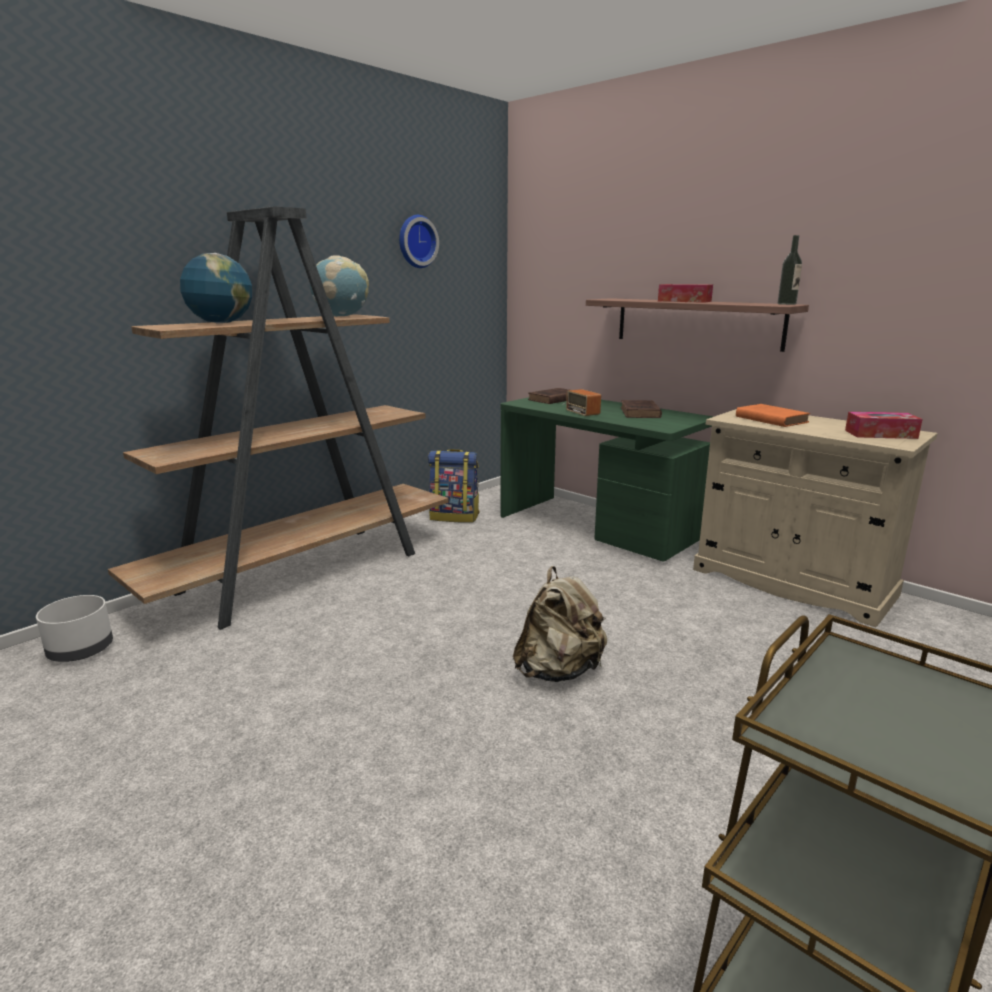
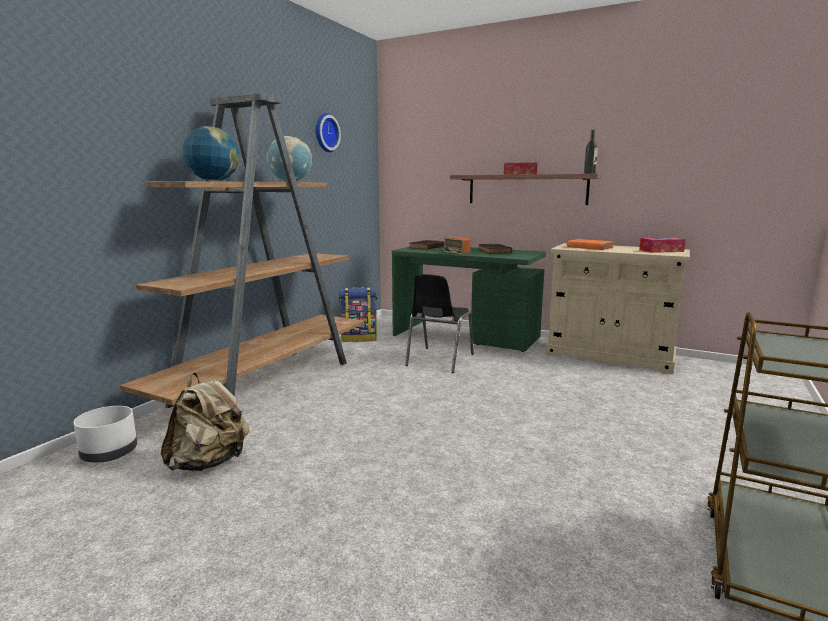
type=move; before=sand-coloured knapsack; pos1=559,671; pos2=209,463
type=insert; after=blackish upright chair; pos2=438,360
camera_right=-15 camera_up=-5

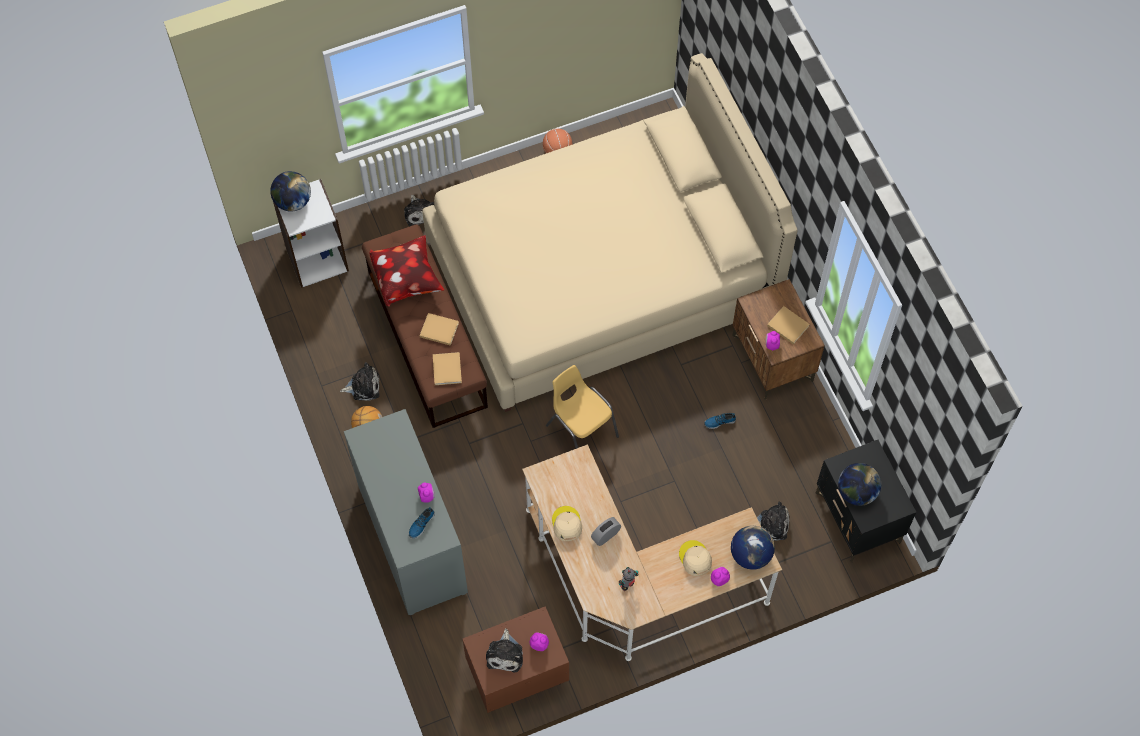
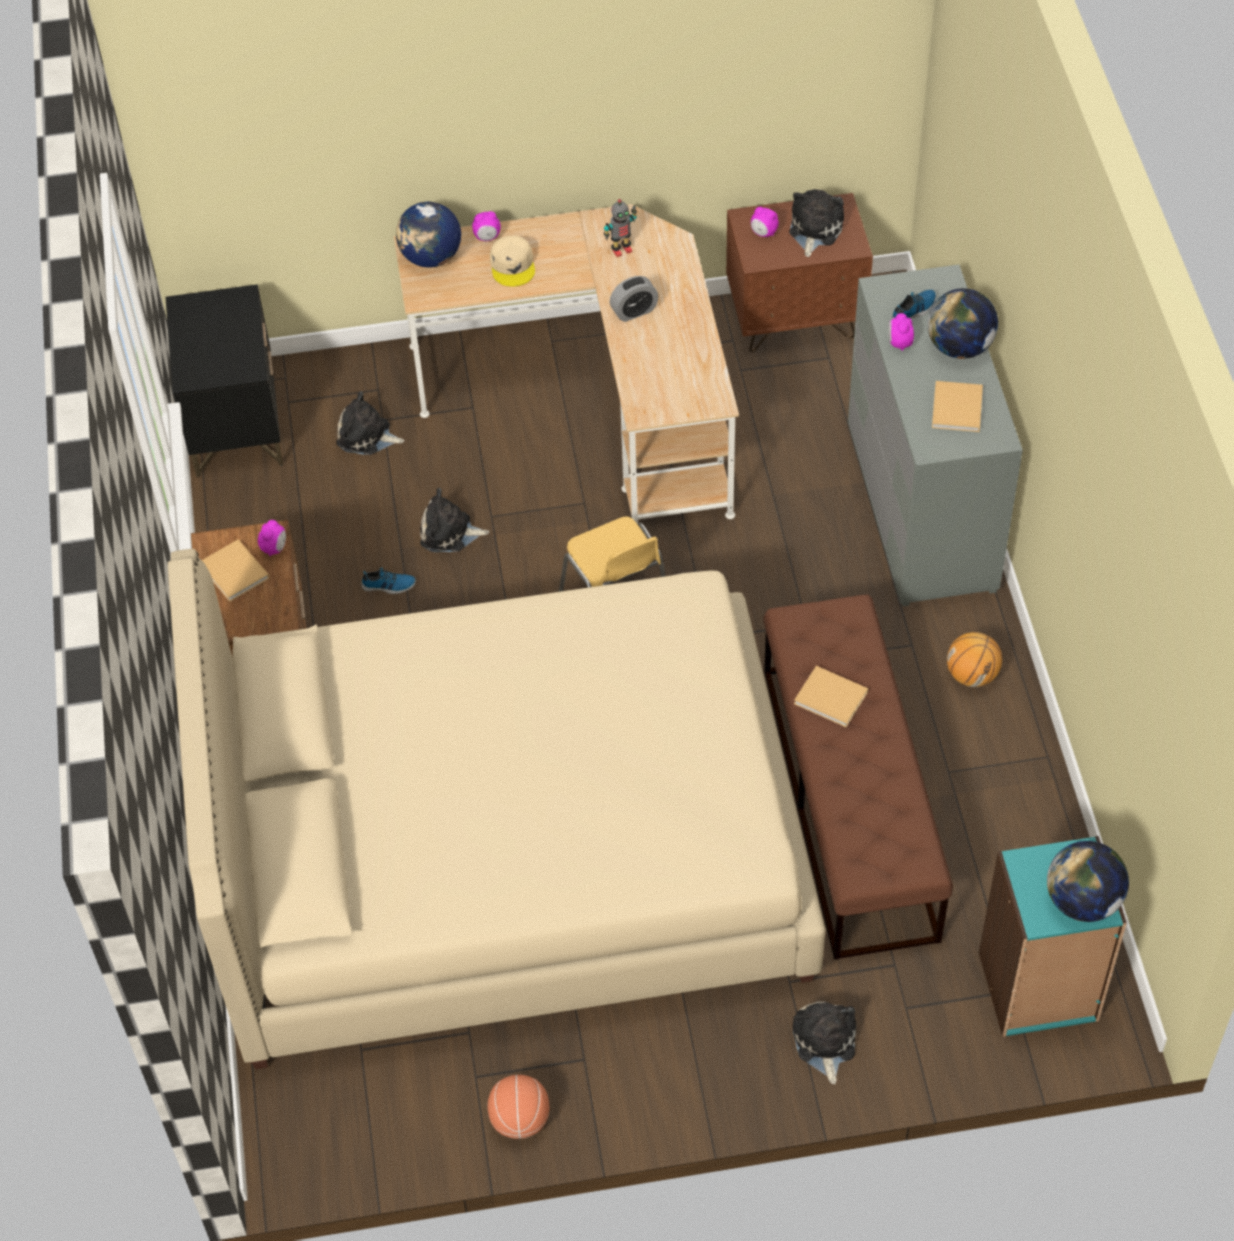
type=move; before=plush toy; pos1=363,386; pos2=449,533
type=move; before=world globe; pos1=856,492; pos2=959,347
type=move; before=sand-coloured bound book; pos1=447,368; pos2=957,410
type=recolor; before=white-coloured bookcase; after=turquoise-coloured bookcase; pos1=317,259; pos2=1038,988
type=delete; before=pillow; pos1=407,279
type=delete; before=sand-coloured peaked cap; pos1=566,524
camera_right=-165 camera_up=-10

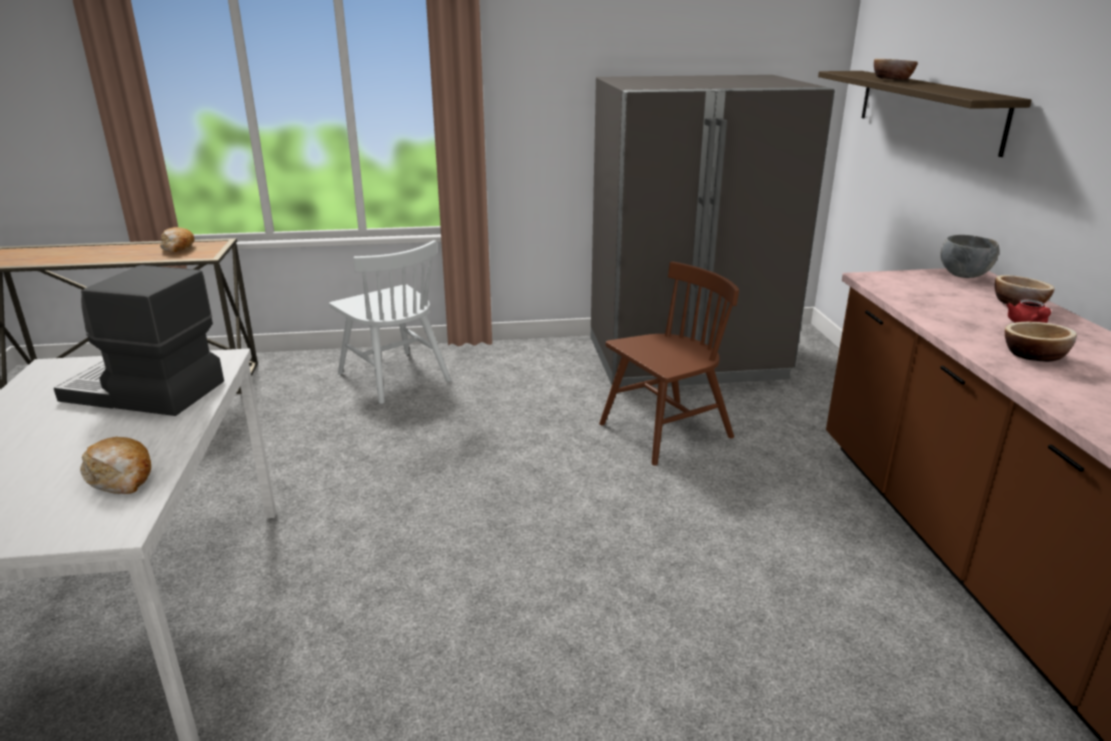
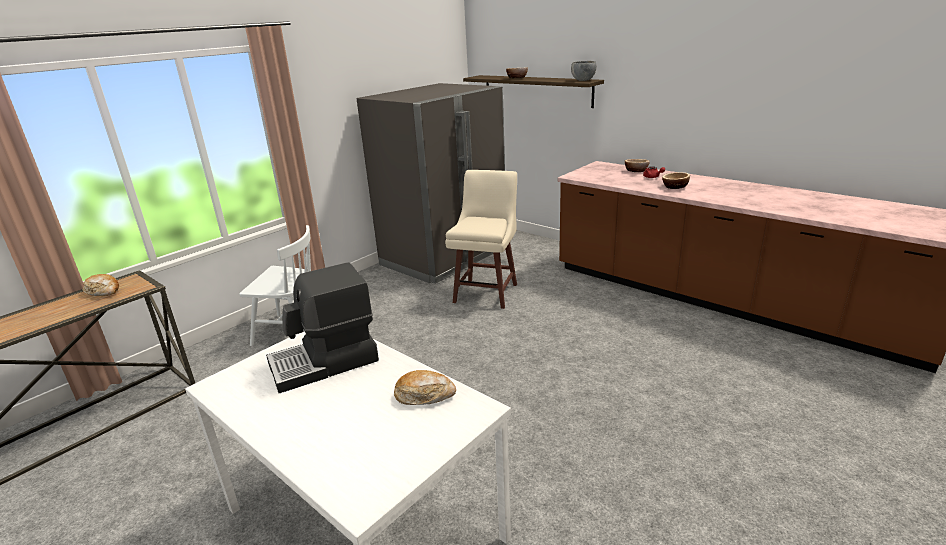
type=replace; before=brown upright chair; after=sand-coloured sitting stool; pos1=665,431; pos2=487,292
type=move; before=greyish deep dish; pos1=963,275; pos2=582,80
camera_right=-40 camera_up=0

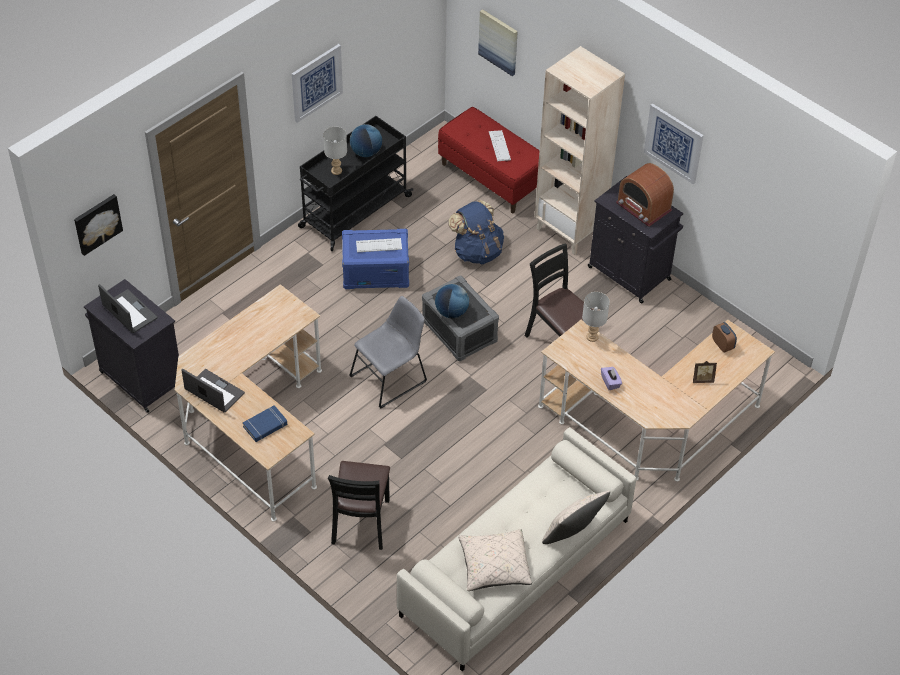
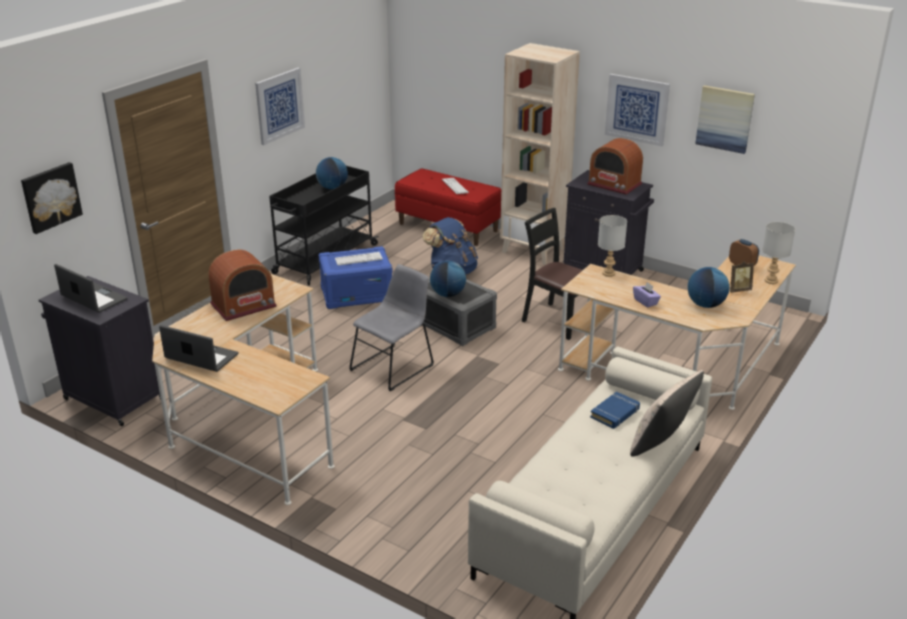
type=insert; after=radio set; pos2=243,305
type=move; before=blue-coloured bound book; pos1=265,426; pos2=615,413
type=insert; after=world globe; pos2=705,305
type=move; before=picture; pos1=498,42; pos2=725,119
type=move; before=greyish lamp for a table; pos1=337,171; pos2=771,280
type=delete; before=blackish upright chair; pos1=361,522
type=delete; before=sand-coloured pillow; pos1=494,567
camera_right=-10 camera_up=-20

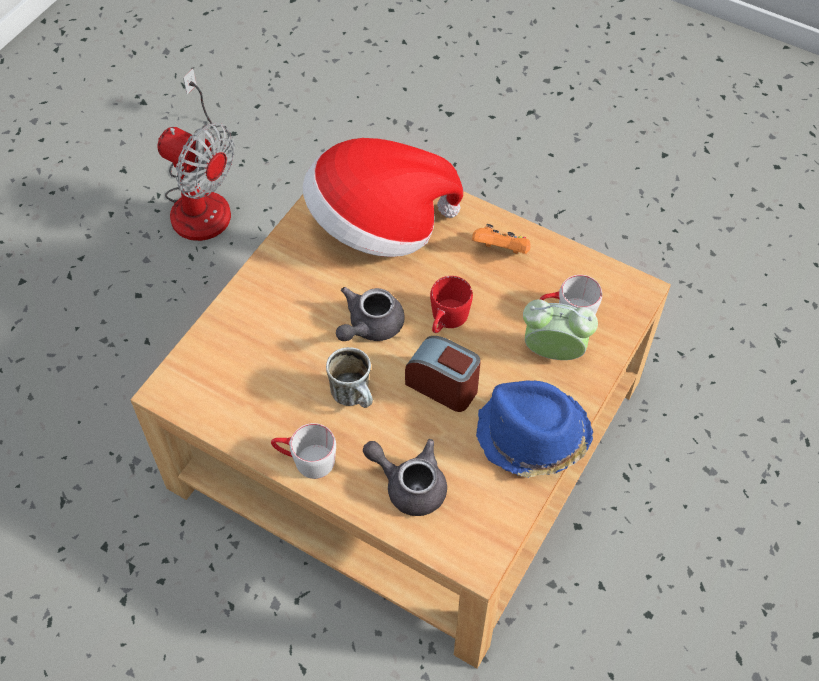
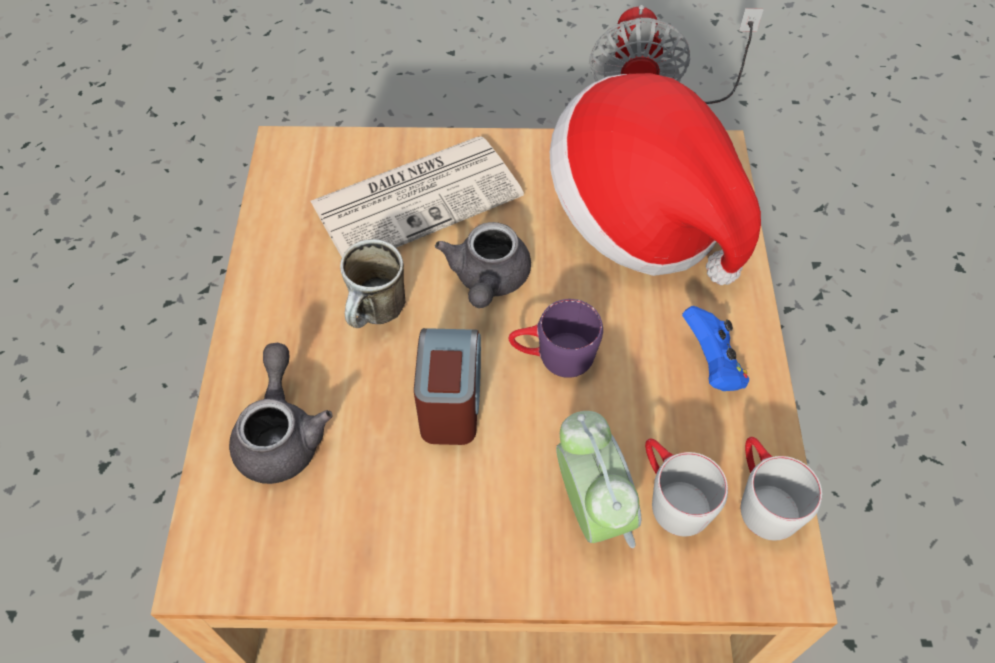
type=insert; after=printed paper; pos2=418,198
type=rotate; before=greyish pot for tea; pos1=369,326; pos2=488,280; turn=-90
type=recolor; before=red coffee mug; after=purple coffee mug; pos1=446,321; pos2=553,356
type=recolor; before=orange-coloured game controller; after=blue-coloured game controller; pos1=501,250; pos2=712,365
type=move; before=greyish coffee mug; pos1=305,460; pos2=761,499
type=delete; before=blue-coloured hat; pos1=531,436
camera_right=60 camera_up=0

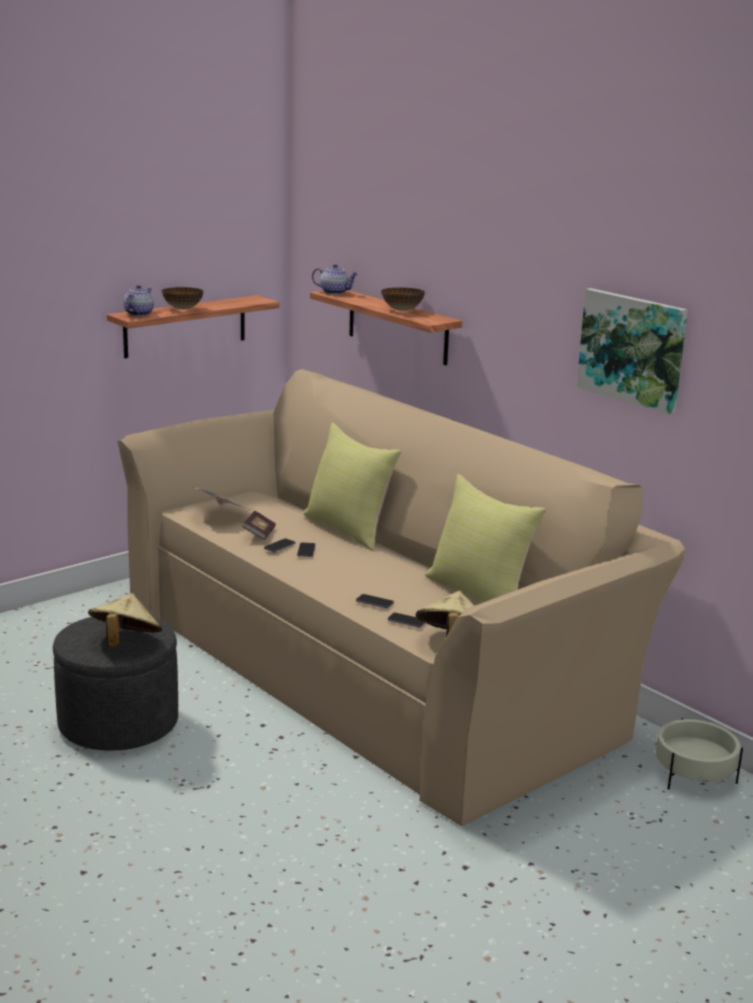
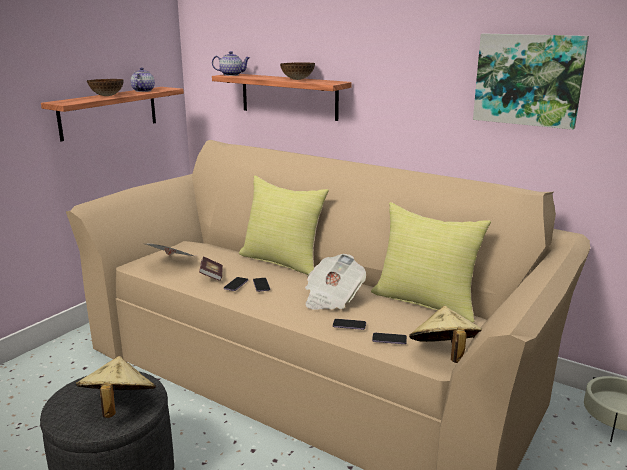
type=move; before=pot for tea; pos1=138,314; pos2=143,91
type=insert; after=printed paper; pos2=332,298
camera_right=-15 camera_up=0

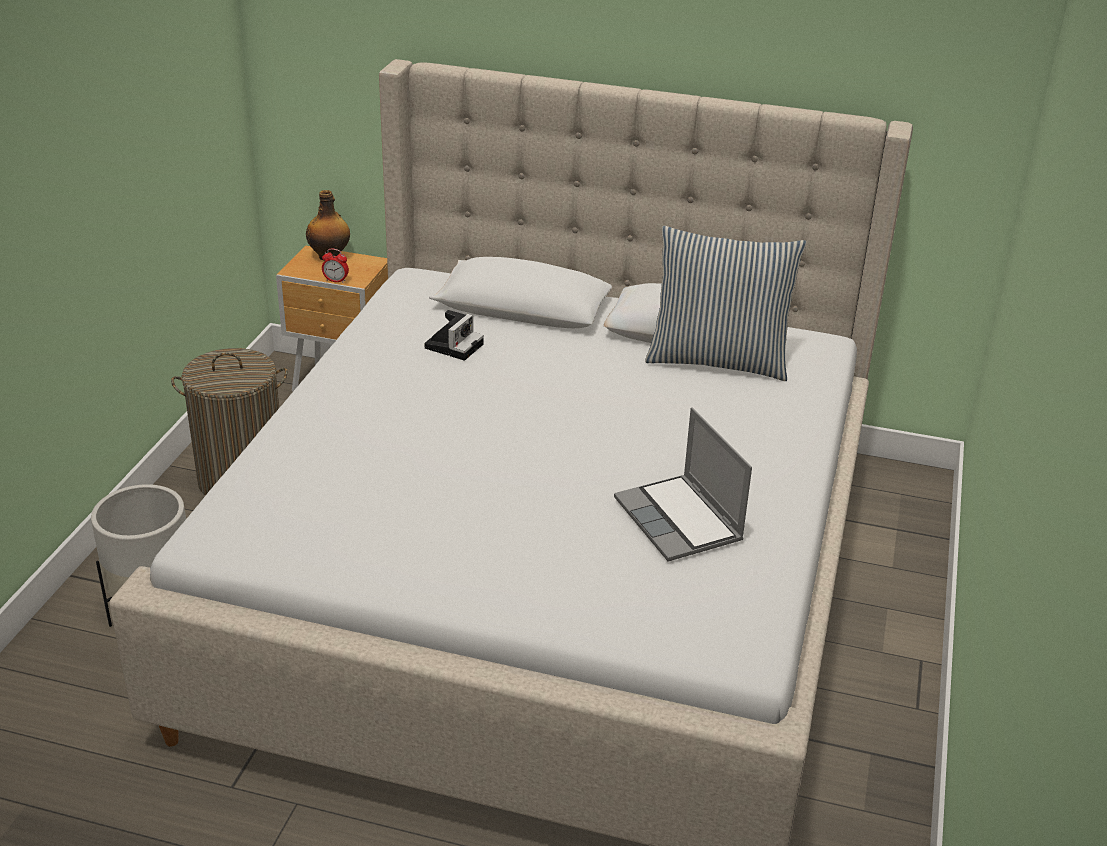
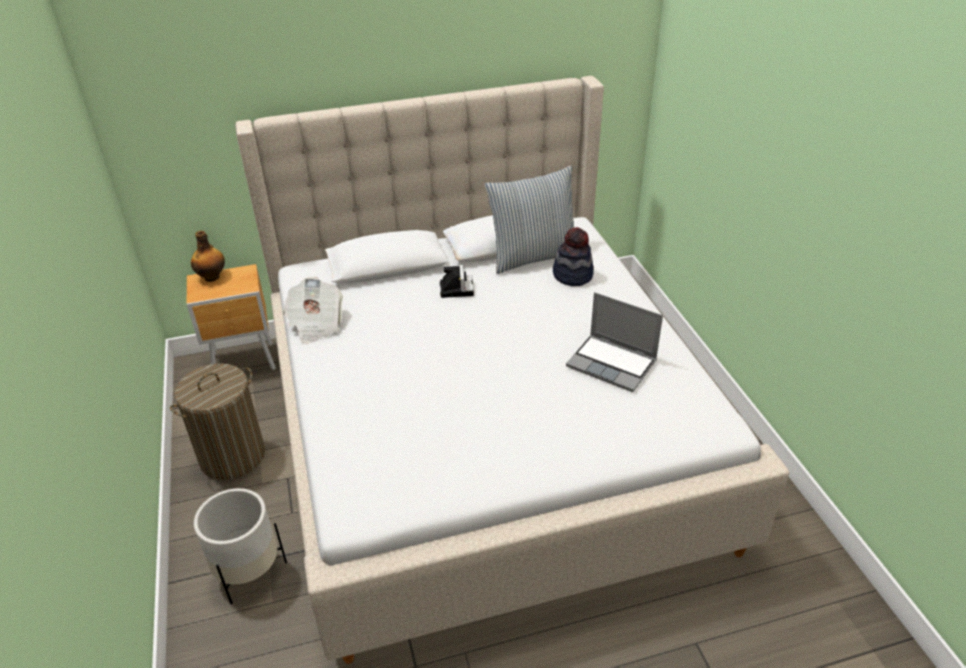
type=insert; after=printed paper; pos2=315,324
type=move; before=photo camera; pos1=454,345; pos2=456,288
type=insert; after=hat; pos2=572,275
type=delete; before=alarm clock; pos1=336,281
camera_right=-30 camera_up=5

